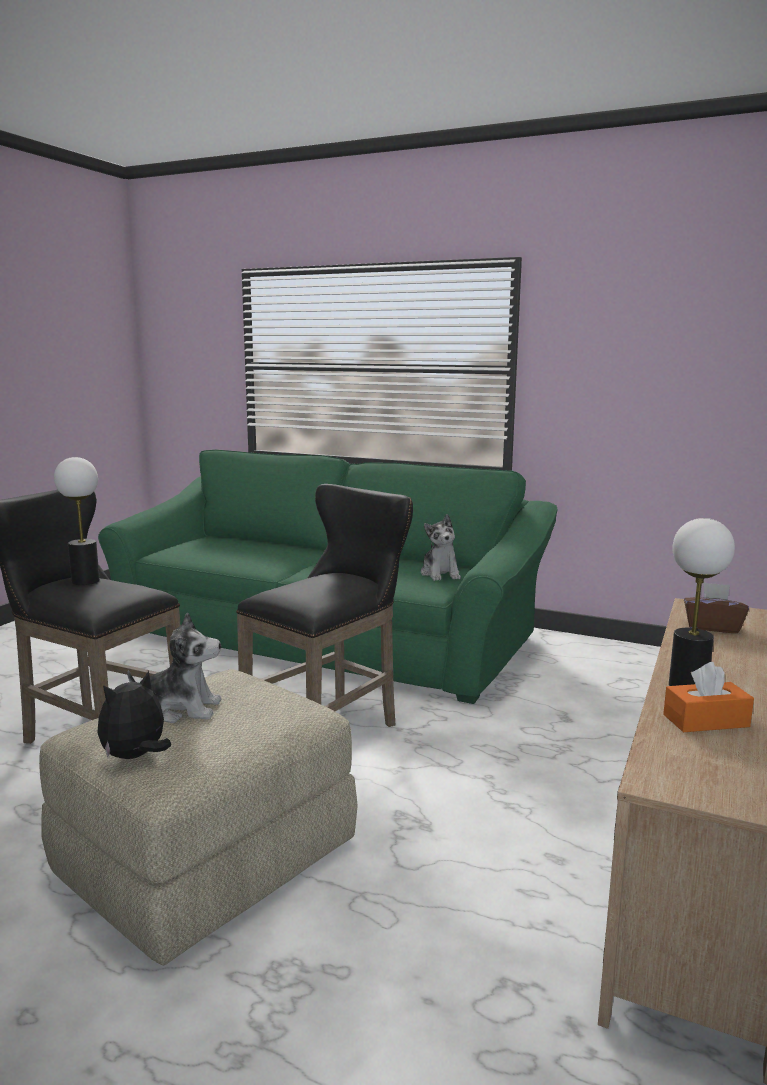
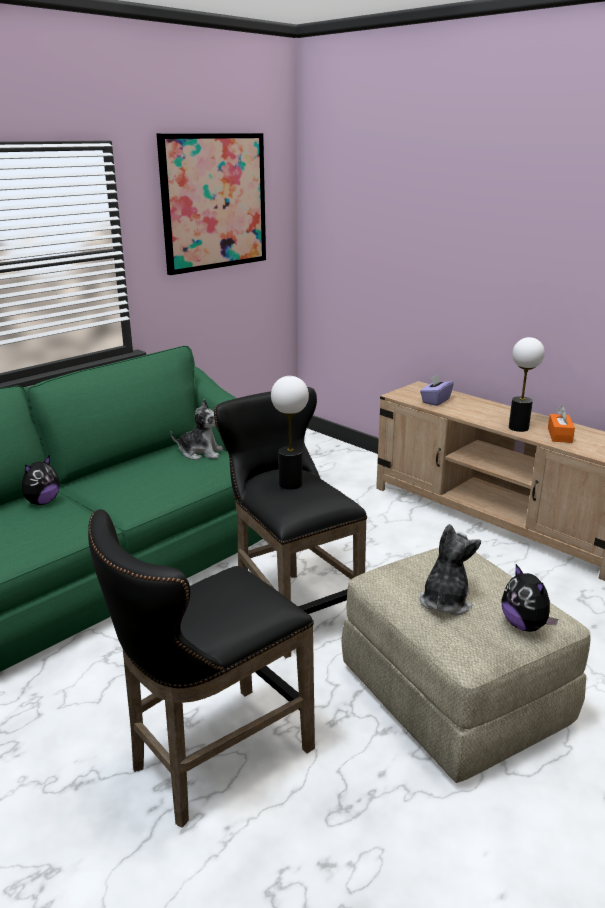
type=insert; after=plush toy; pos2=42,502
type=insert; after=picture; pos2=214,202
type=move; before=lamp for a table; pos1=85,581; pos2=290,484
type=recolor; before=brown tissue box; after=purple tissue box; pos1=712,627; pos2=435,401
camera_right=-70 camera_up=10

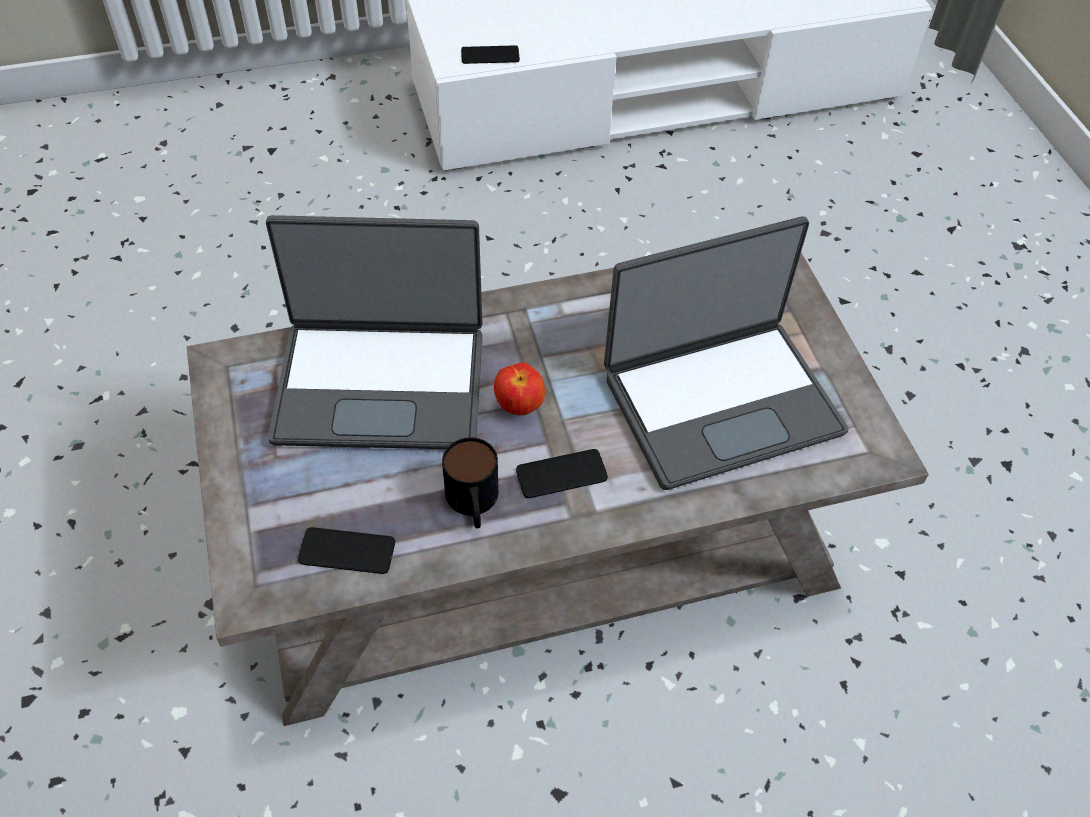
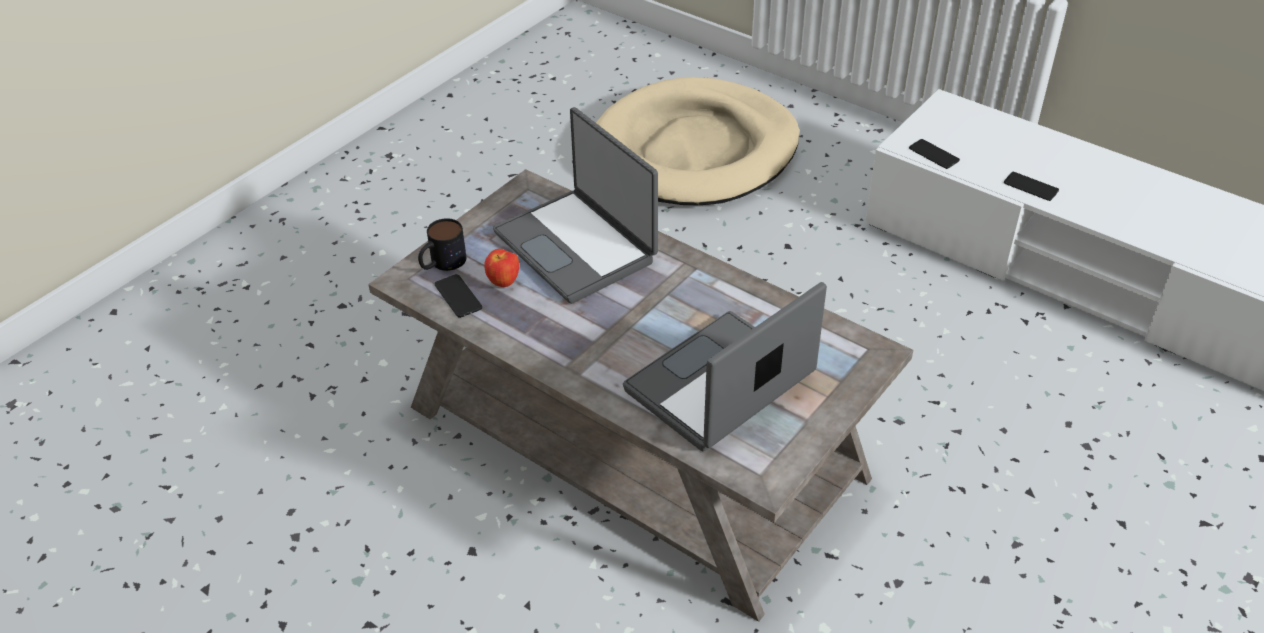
type=move; before=coffee mug; pos1=473,504; pos2=442,263
type=move; before=apple; pos1=519,406; pos2=504,283
type=insert; after=sand-coloured dog cushion; pos2=694,150
type=rotate; before=laptop; pos1=720,401; pos2=721,385; turn=105
type=move; before=handset; pos1=561,474; pos2=1030,187
camera_right=55 camera_up=-10

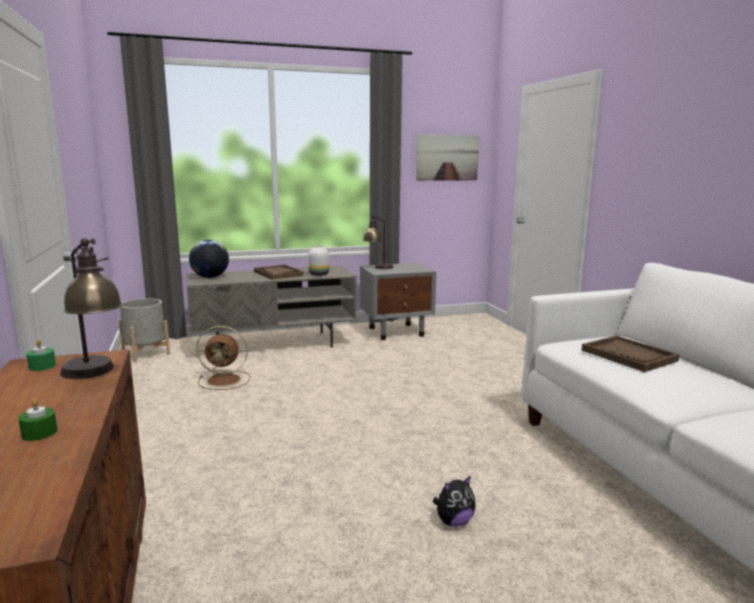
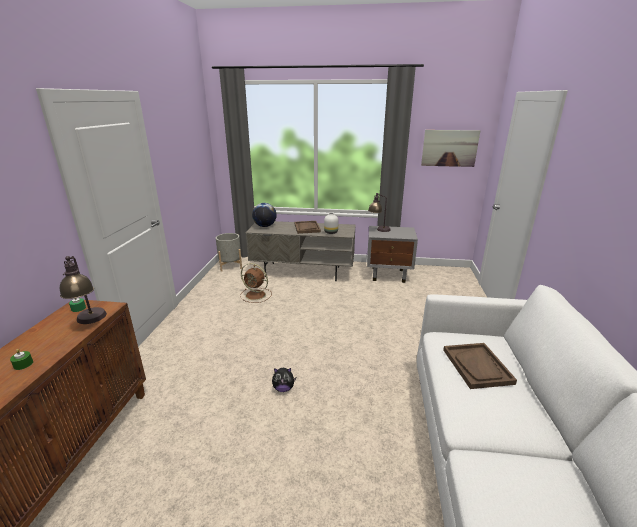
type=move; before=plush toy; pos1=454,522; pos2=283,388
camera_right=25 camera_up=10

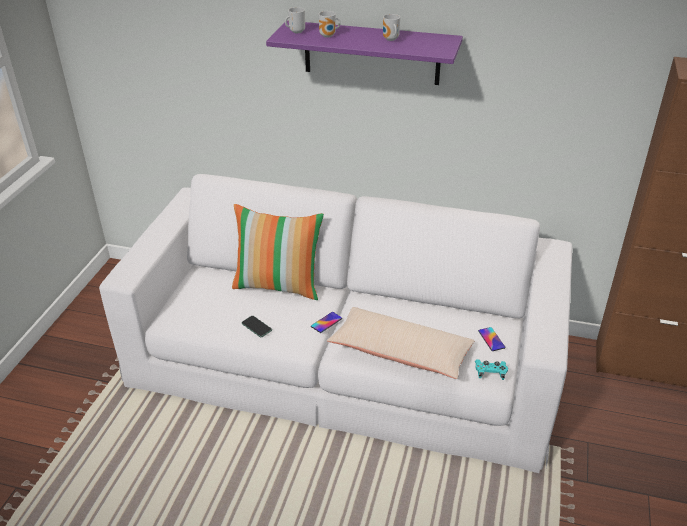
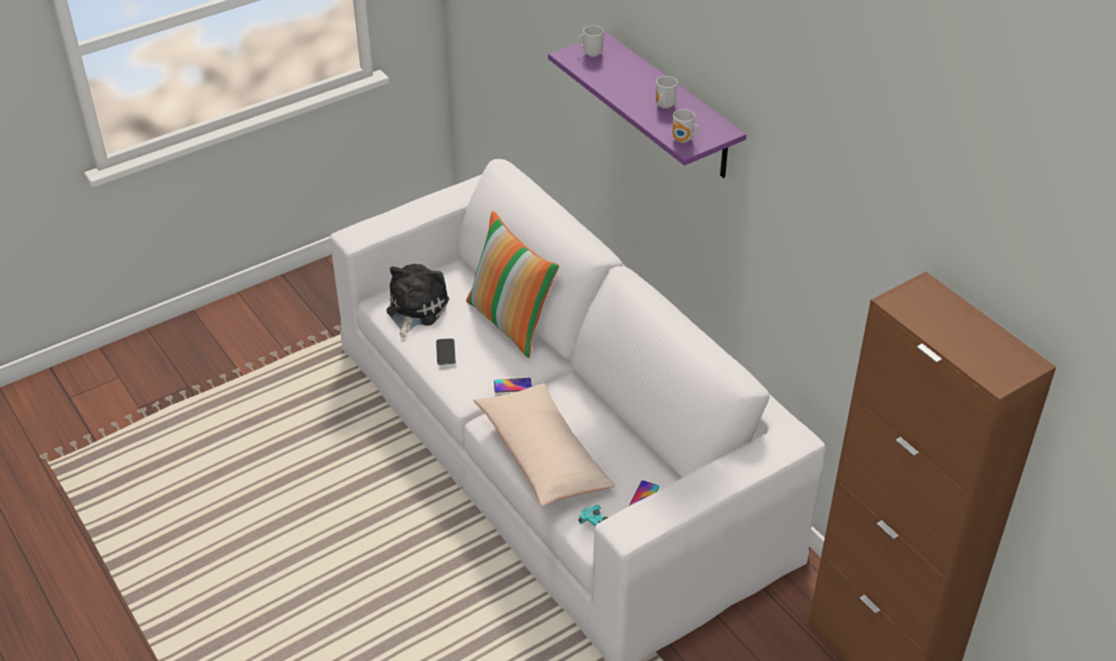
type=insert; after=plush toy; pos2=415,309
type=move; before=coffee mug; pos1=329,36; pos2=683,140
camera_right=40 camera_up=5

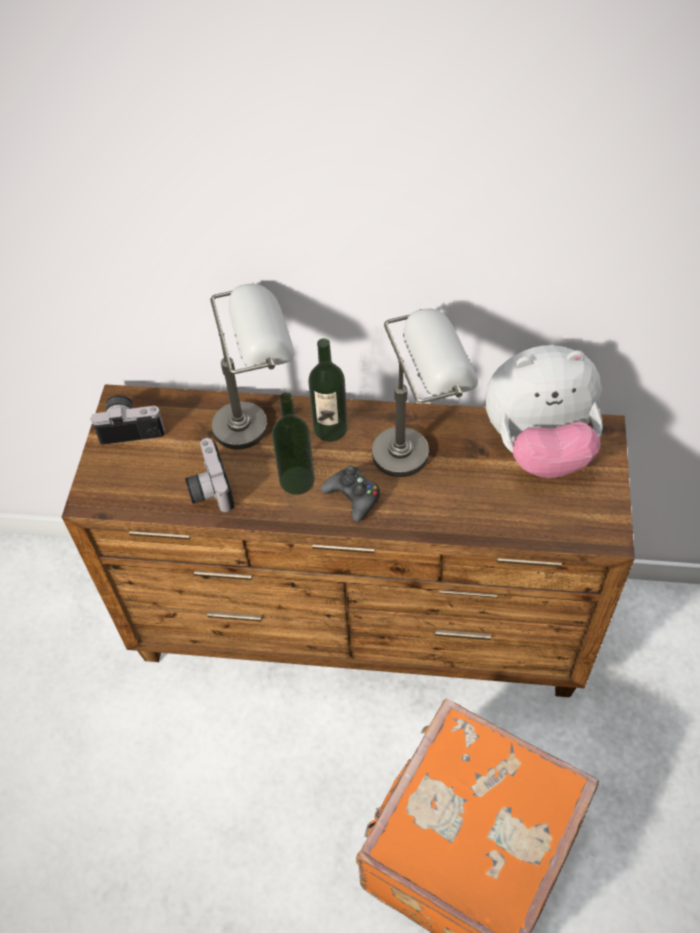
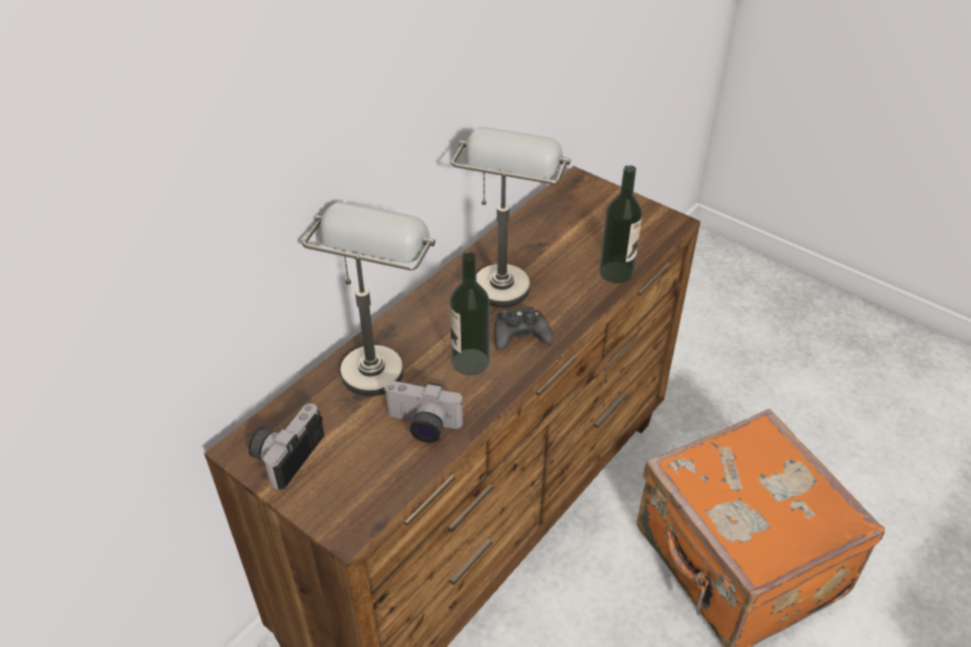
type=move; before=beverage bottle; pos1=330,428; pos2=616,272
type=delete; before=plush toy; pos1=539,447
camera_right=-60 camera_up=-10

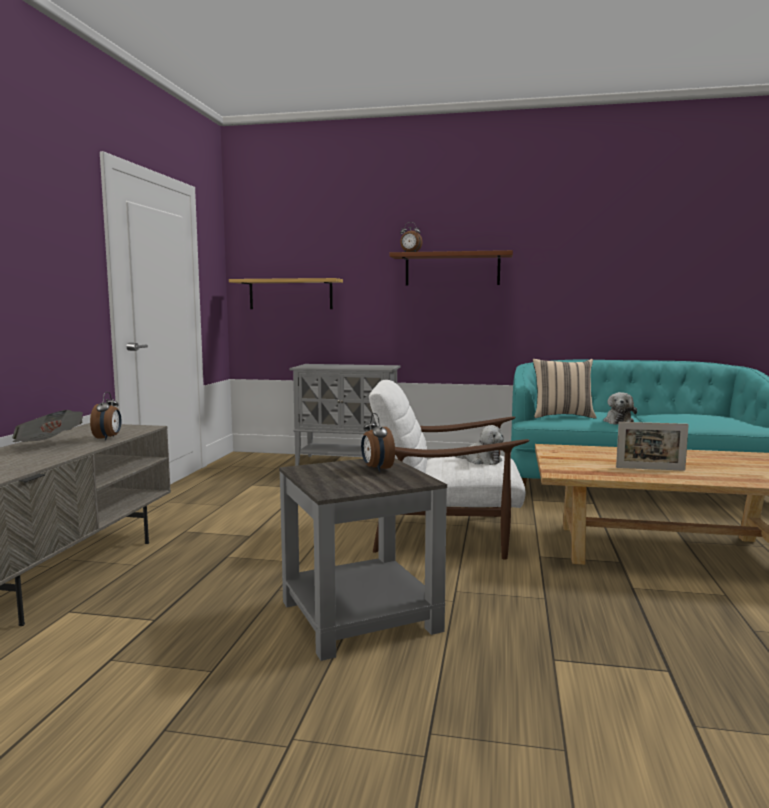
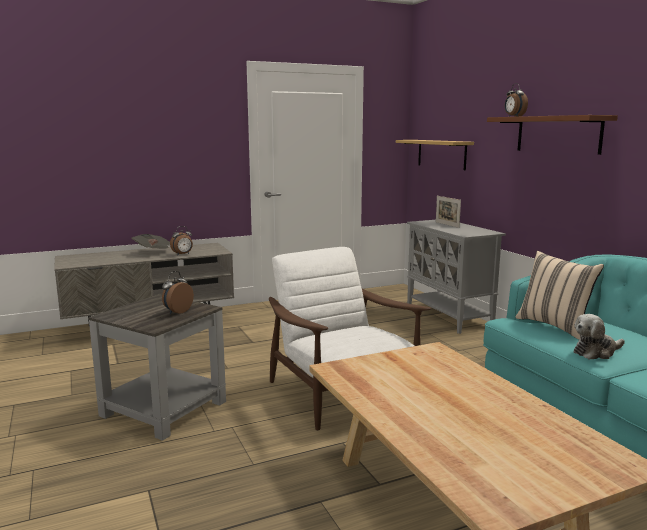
type=move; before=standing frame; pos1=650,469; pos2=447,224
type=delete; before=plush toy; pos1=480,460
camera_right=55 camera_up=5

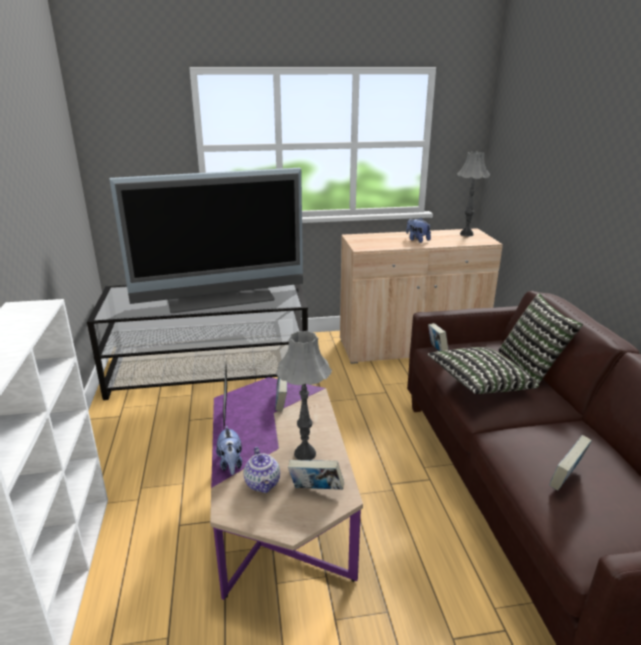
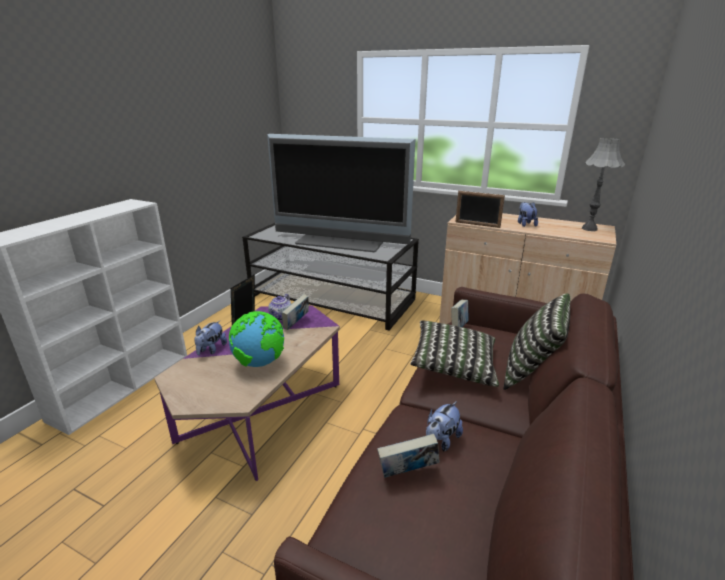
type=replace; before=greyish lamp for a table; after=world globe; pos1=304,454; pos2=260,363
type=move; before=pot for tea; pos1=263,484; pos2=281,317
type=insert; after=plush toy; pos2=441,442
type=insert; after=standing frame; pos2=477,224
type=delete; before=bound book; pos1=316,491
camera_right=35 camera_up=0

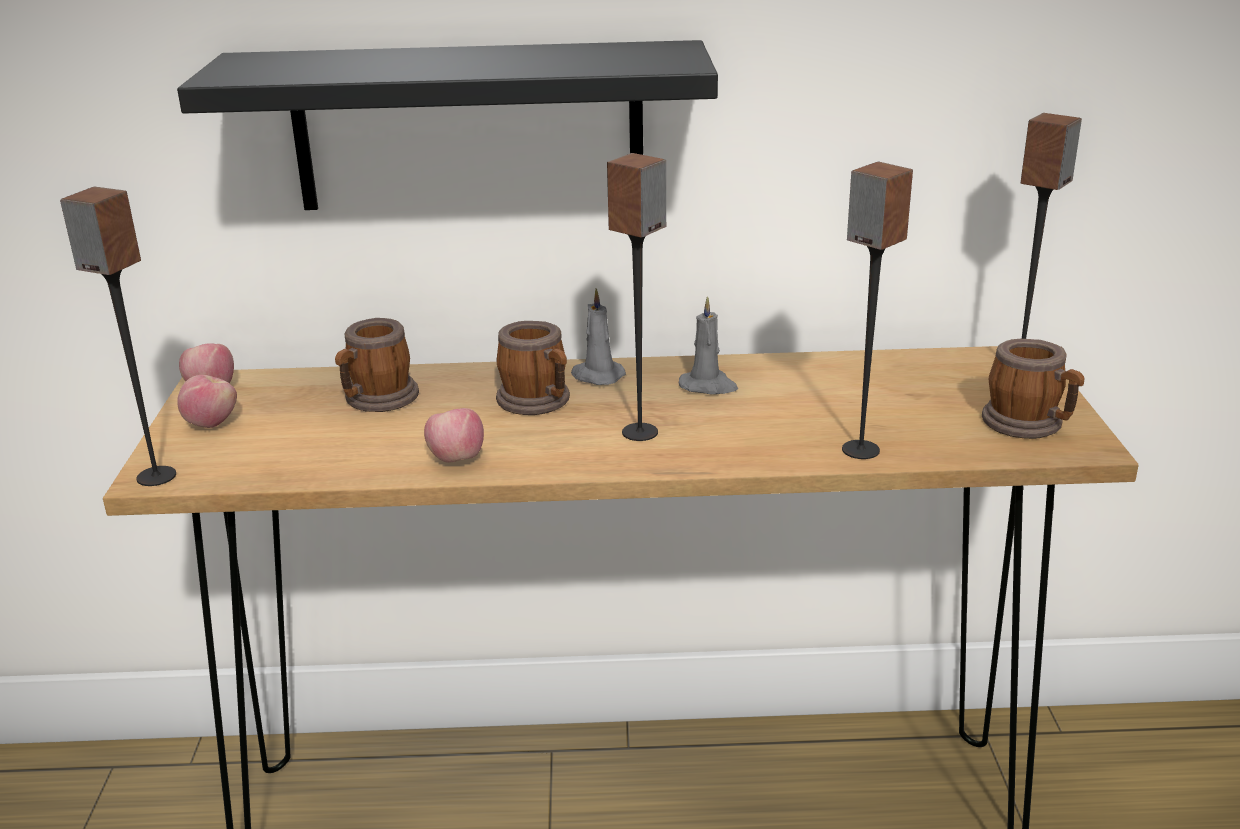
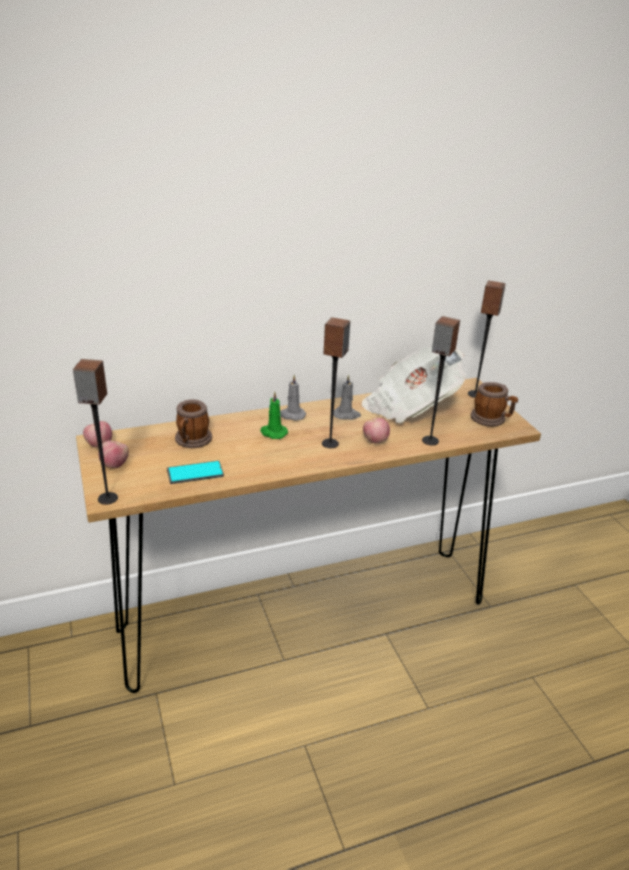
type=insert; after=handset; pos2=195,473
type=replace; before=coffee mug; after=green-coloured wax light; pos1=539,402; pos2=273,433
type=insert; after=printed paper; pos2=410,406
type=move; before=apple; pos1=456,459; pos2=375,441
type=delete; before=blackish wall shelf; pos1=469,127
camera_right=-20 camera_up=5

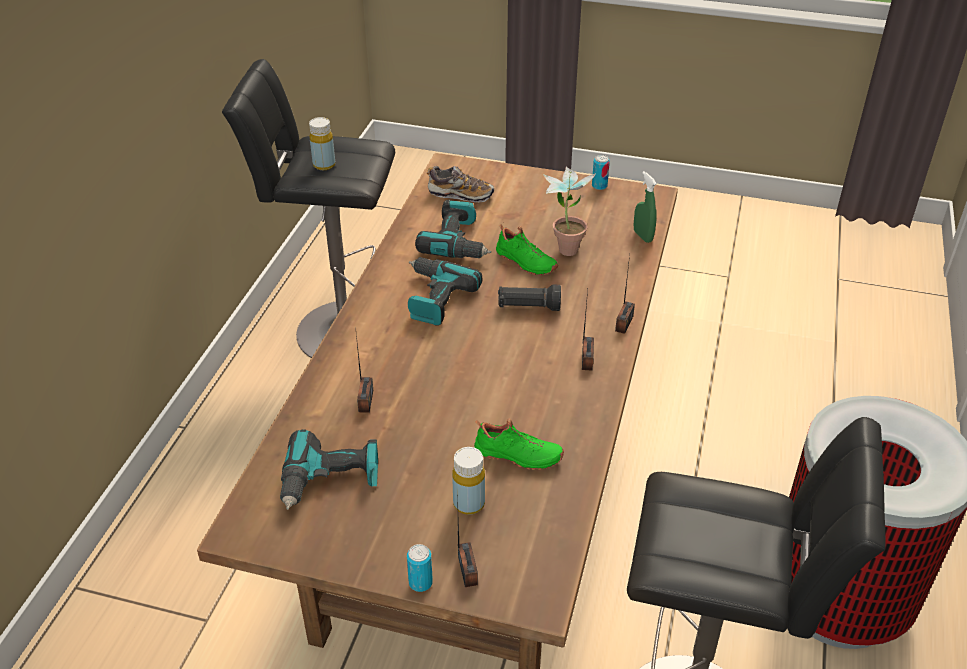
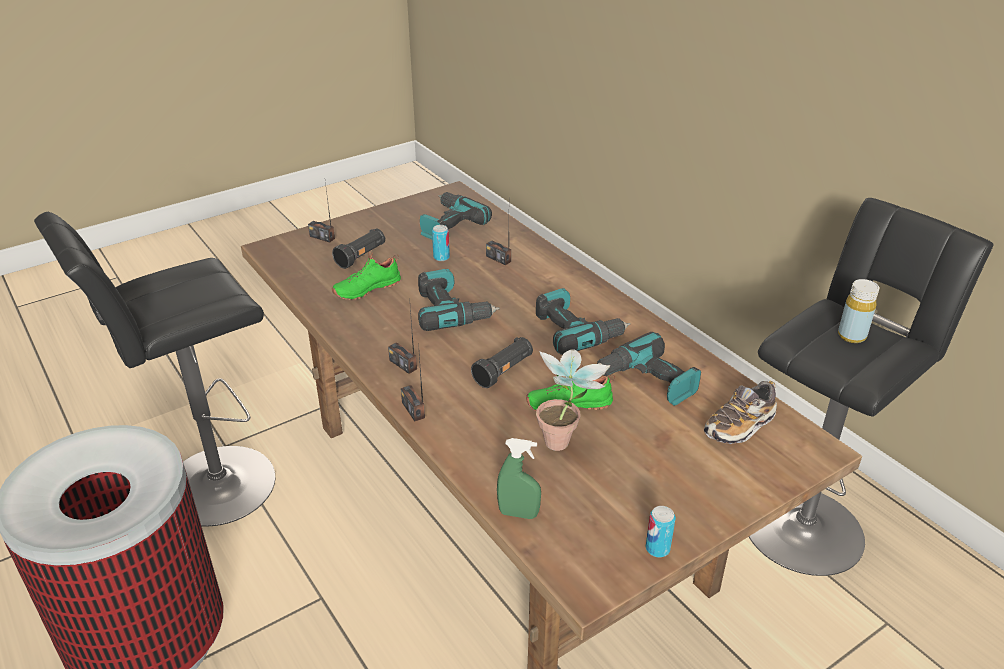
type=replace; before=yellowish beverage bottle; after=blackish hand torch; pos1=469,503; pos2=361,256
type=insert; after=drill; pos2=451,311
type=move; before=sealed can; pos1=420,583; pos2=441,257
camera_right=130 camera_up=-5

